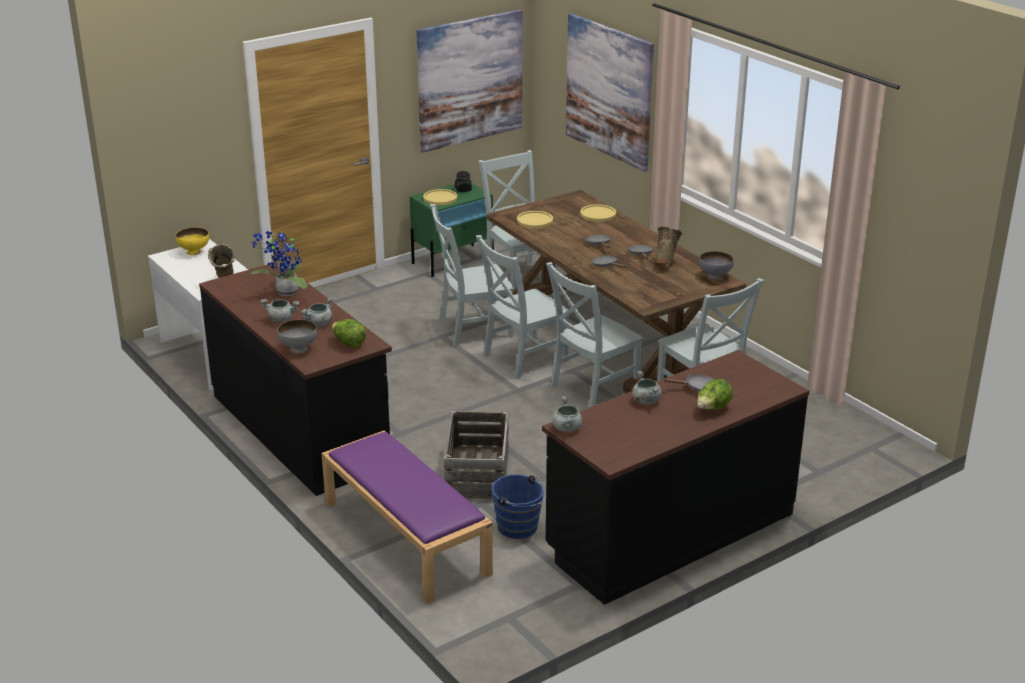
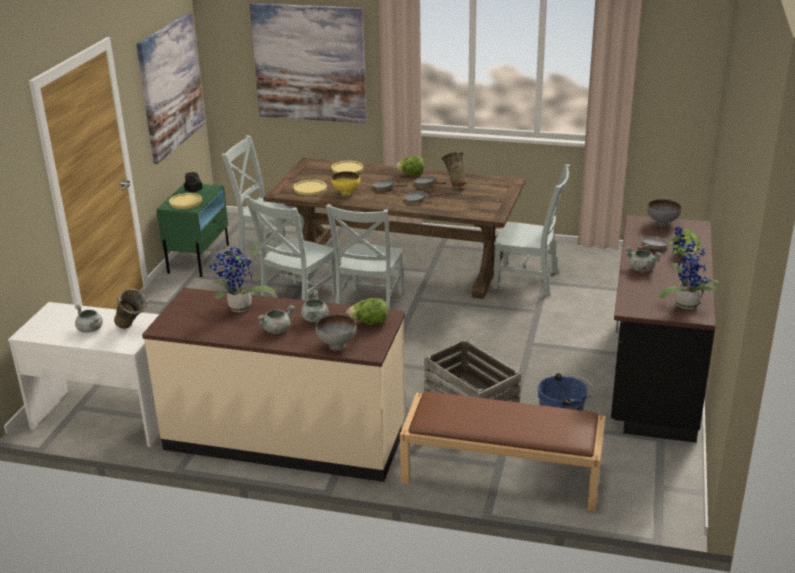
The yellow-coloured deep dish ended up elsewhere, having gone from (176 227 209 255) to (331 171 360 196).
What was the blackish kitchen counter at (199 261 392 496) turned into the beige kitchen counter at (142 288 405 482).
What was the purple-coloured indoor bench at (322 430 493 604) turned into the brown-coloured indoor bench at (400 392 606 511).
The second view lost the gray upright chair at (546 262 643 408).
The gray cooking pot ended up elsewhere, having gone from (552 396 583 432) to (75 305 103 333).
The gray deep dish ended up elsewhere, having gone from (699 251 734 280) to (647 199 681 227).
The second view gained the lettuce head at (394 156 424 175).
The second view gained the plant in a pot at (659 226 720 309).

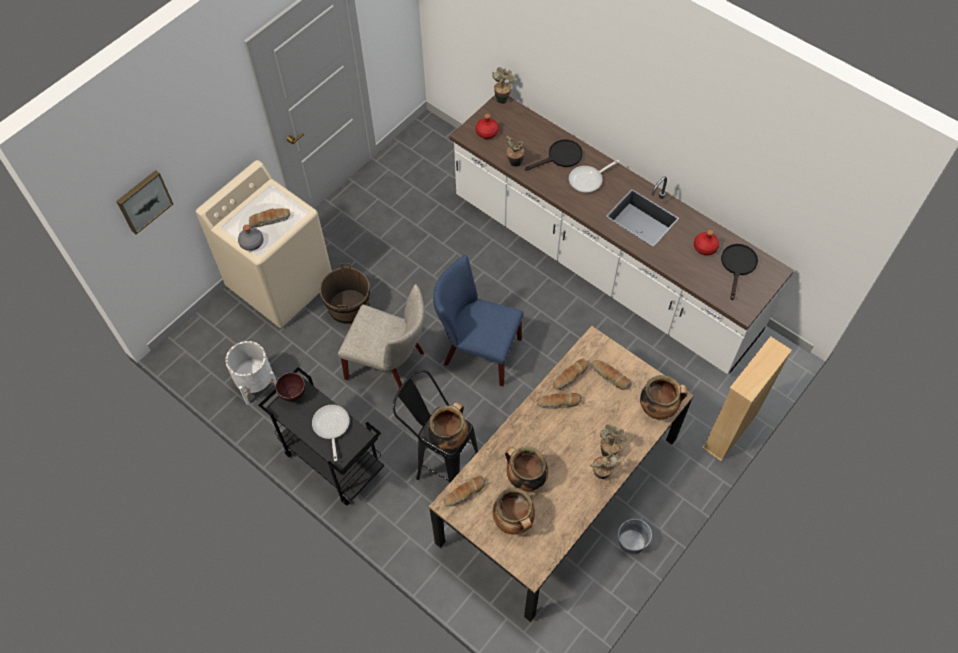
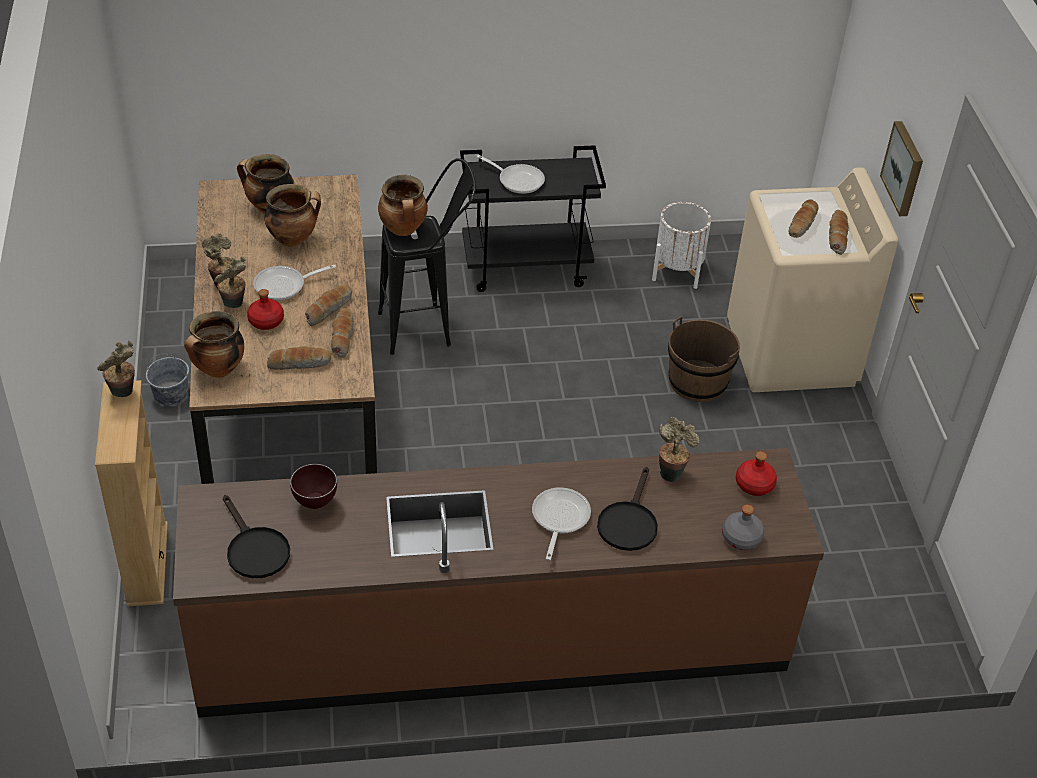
The picture ended up elsewhere, having gone from (116 170 173 234) to (880 121 923 216).
The gray bottle ended up elsewhere, having gone from (238 225 264 251) to (722 504 765 550).
The brown-coloured deep dish ended up elsewhere, having gone from (275 372 305 401) to (290 464 337 509).
The second view lost the beige upright chair at (338 284 425 388).
The second view lost the blue-coloured upright chair at (433 255 524 386).
The bread ended up elsewhere, having gone from (443 476 485 507) to (829 210 849 255).
What was the whitish kitchen counter at (450 95 794 374) turned into the brown-coloured kitchen counter at (173 448 824 718).
The plant in a pot ended up elsewhere, having gone from (492 67 515 104) to (97 340 135 397).
The red bottle ended up elsewhere, having gone from (694 229 719 255) to (247 289 284 330).
The second view gained the skillet at (253 265 336 301).

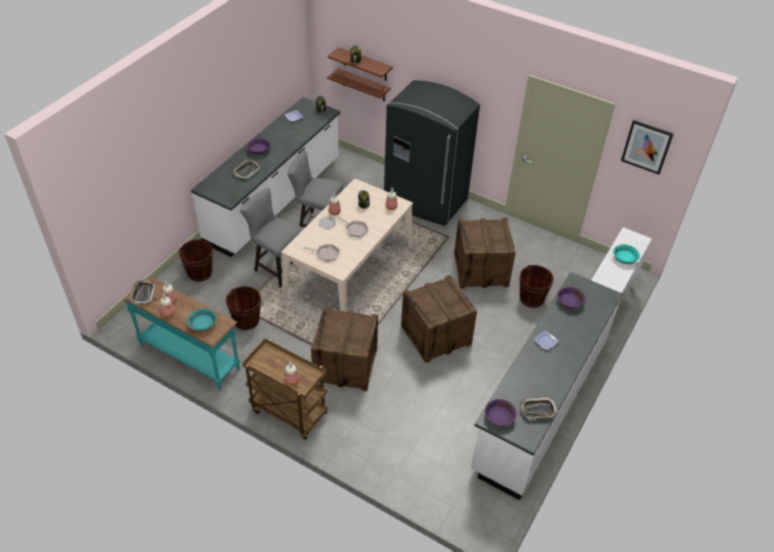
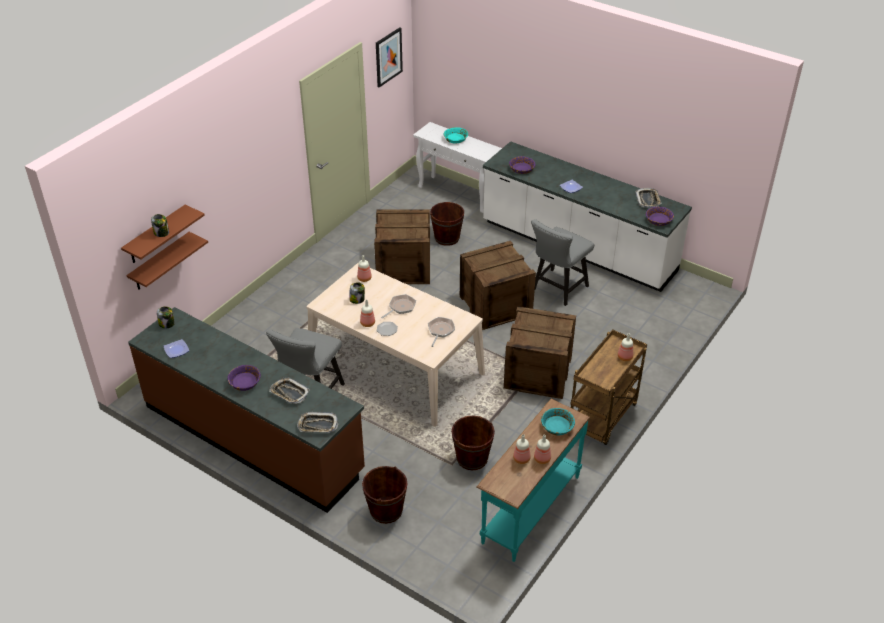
The serving tray ended up elsewhere, having gone from (129 280 156 305) to (297 412 339 433).
What was the whitish kitchen counter at (191 97 340 257) turned into the brown-coloured kitchen counter at (128 307 365 513).
The gray upright chair ended up elsewhere, having gone from (240 187 304 287) to (531 219 594 306).
The second view lost the gray fridge at (384 81 480 226).

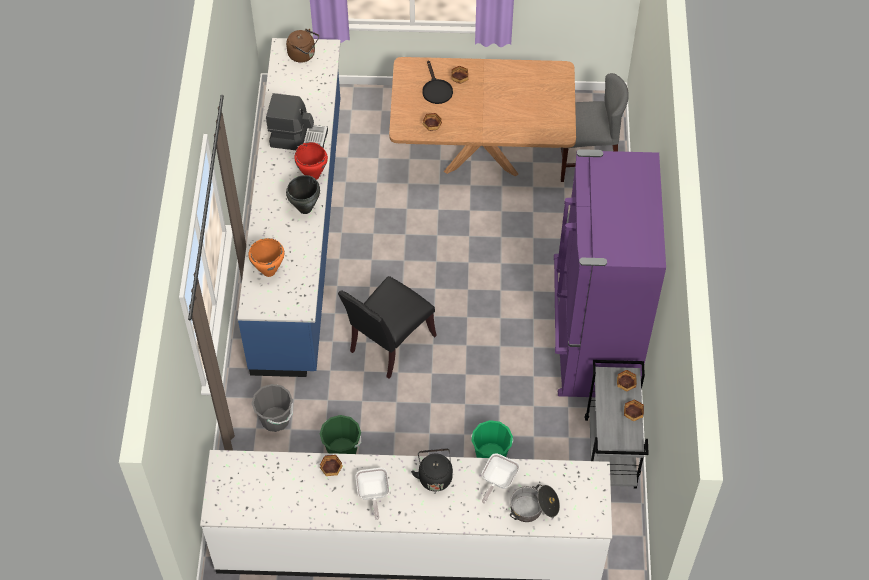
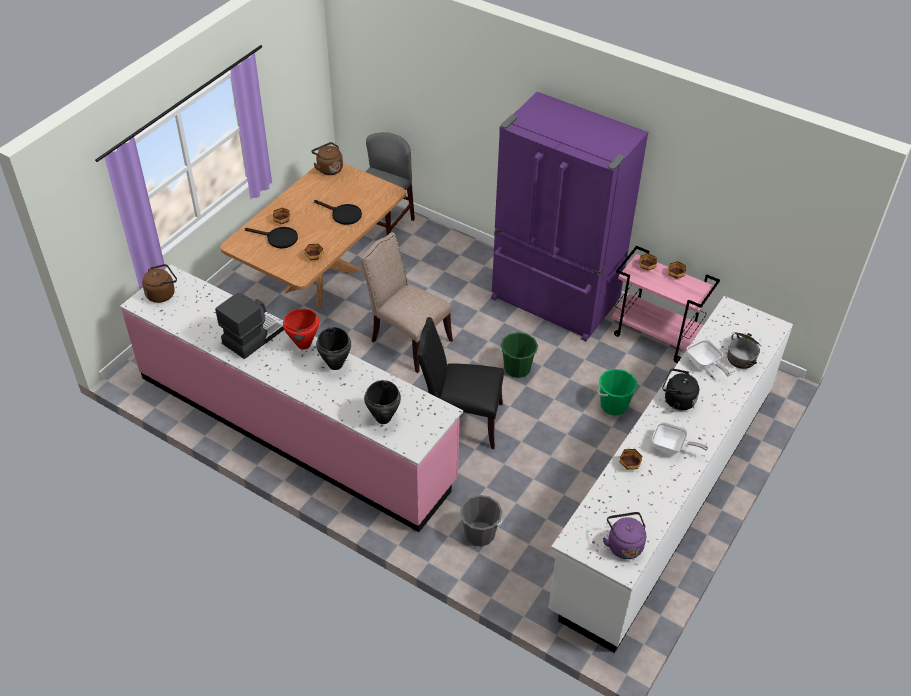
What was the blue-coloured kitchen counter at (237 38 341 377) turned into the pink-coloured kitchen counter at (120 265 463 532).
What was the orange cooking pot at (248 238 285 277) turned into the blackish cooking pot at (364 380 401 424).
The greenish water bucket ended up elsewhere, having gone from (320 415 361 454) to (500 332 538 378).
The blackish upright chair at (338 276 437 379) ended up facing another way, 120 degrees clockwise from before.
What was the gray trolley at (585 360 649 489) turned into the pink-coloured trolley at (612 246 720 363).
The second view gained the brown-coloured kettle at (311 142 343 175).
The second view gained the blackish skillet at (314 200 362 225).
The second view gained the beige upright chair at (360 232 453 373).
The second view gained the purple-coloured kettle at (603 512 646 559).

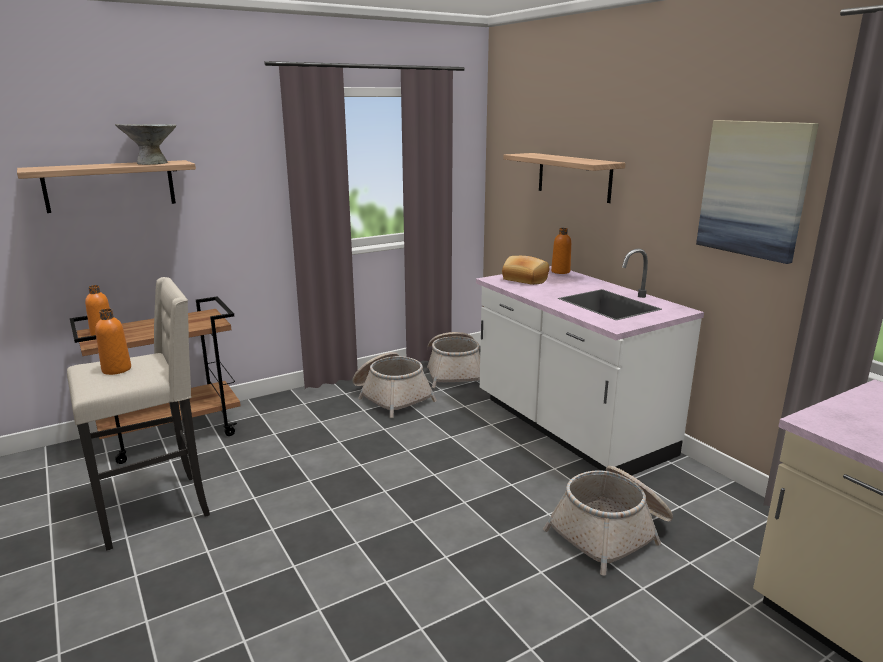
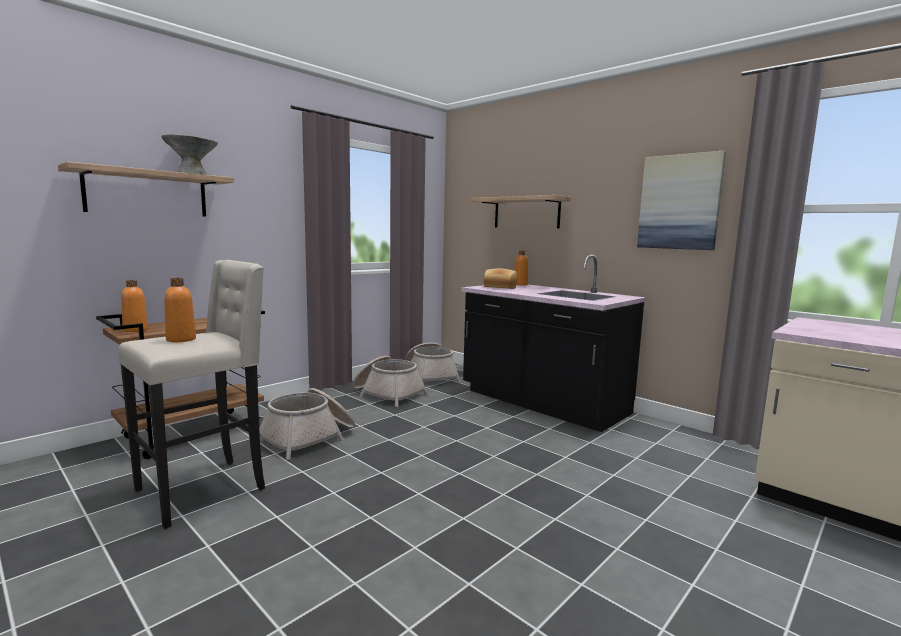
What was the whitish kitchen counter at (476 248 704 475) turned into the blackish kitchen counter at (462 255 646 432).
The basket ended up elsewhere, having gone from (543 466 673 576) to (259 388 355 460).

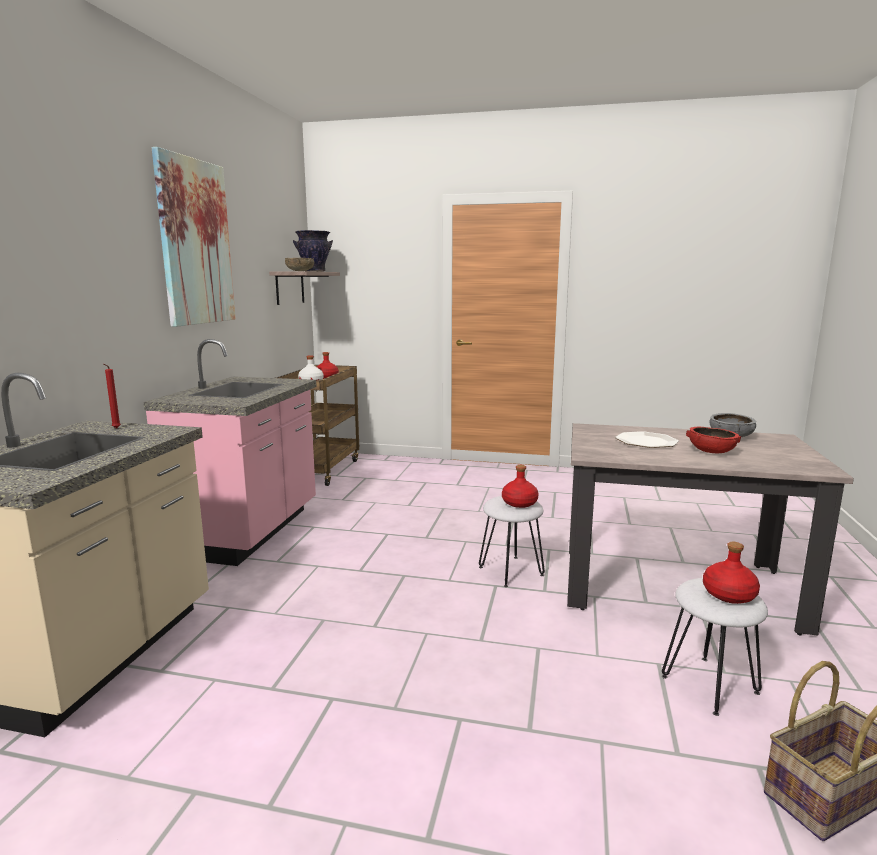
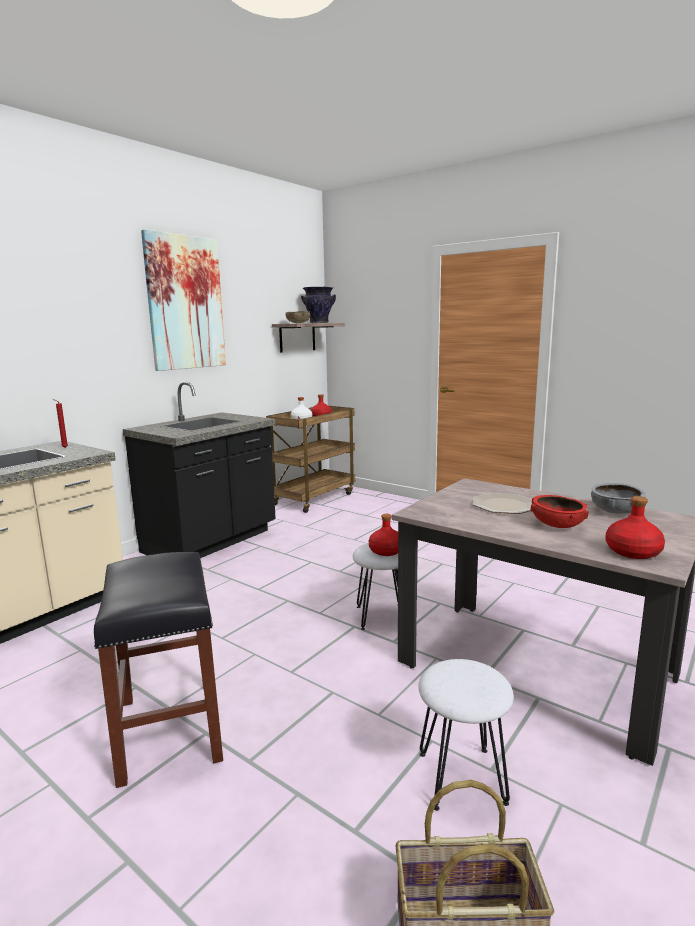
What was the pink-coloured kitchen counter at (144 339 317 566) turned into the blackish kitchen counter at (123 381 276 558).
The red bottle ended up elsewhere, having gone from (703 542 760 604) to (605 496 665 559).
The second view gained the blackish sitting stool at (94 552 223 788).

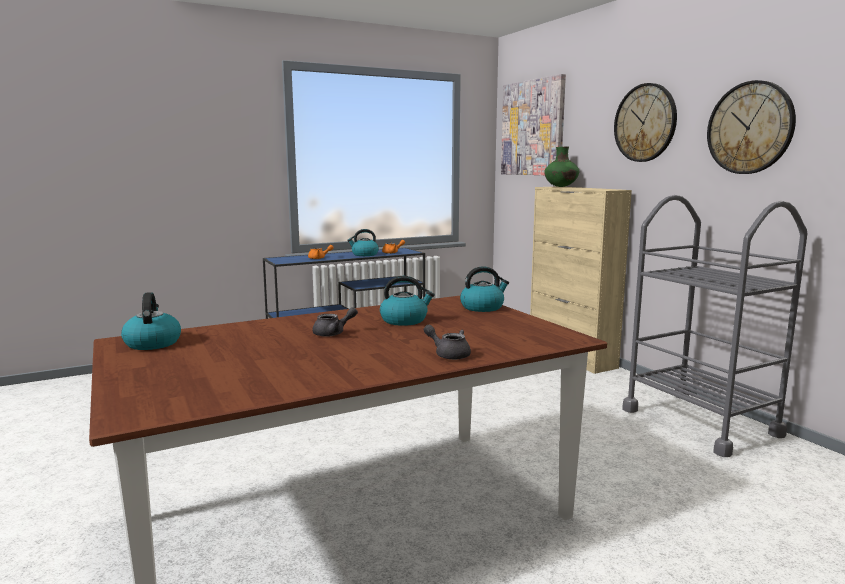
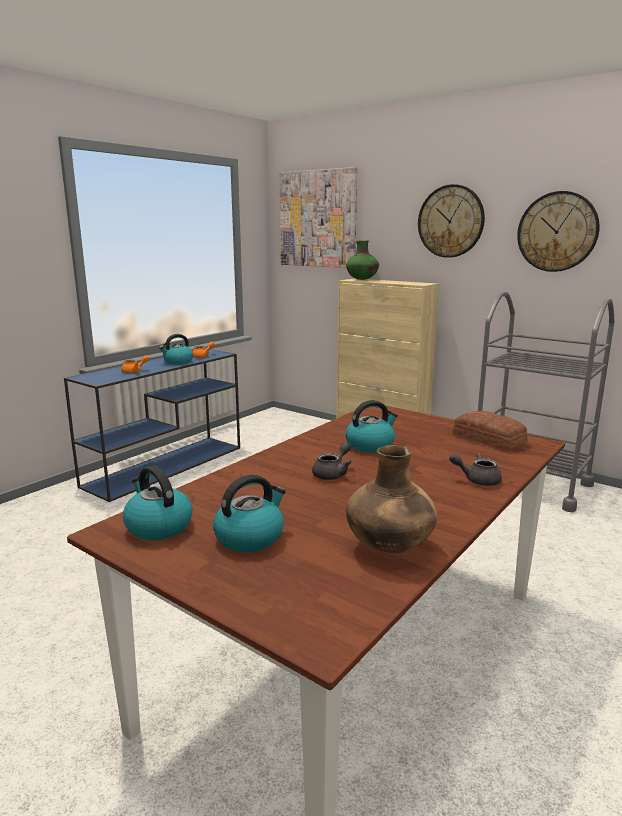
The kettle ended up elsewhere, having gone from (460 266 509 312) to (213 475 286 552).
The second view gained the brown-coloured decorative vase at (346 445 437 554).
The second view gained the bread at (453 411 527 451).

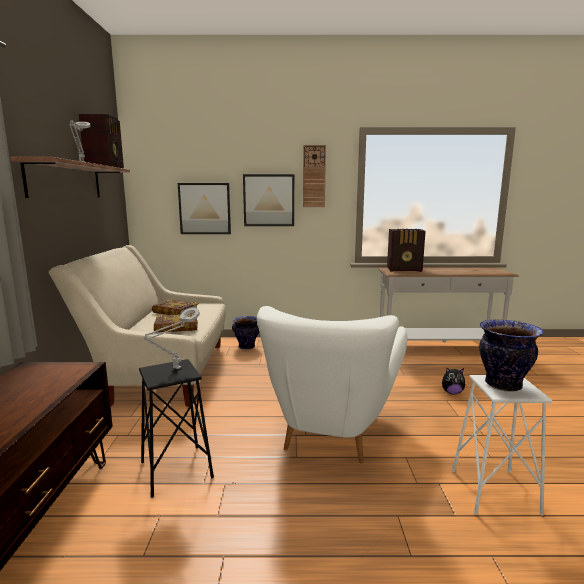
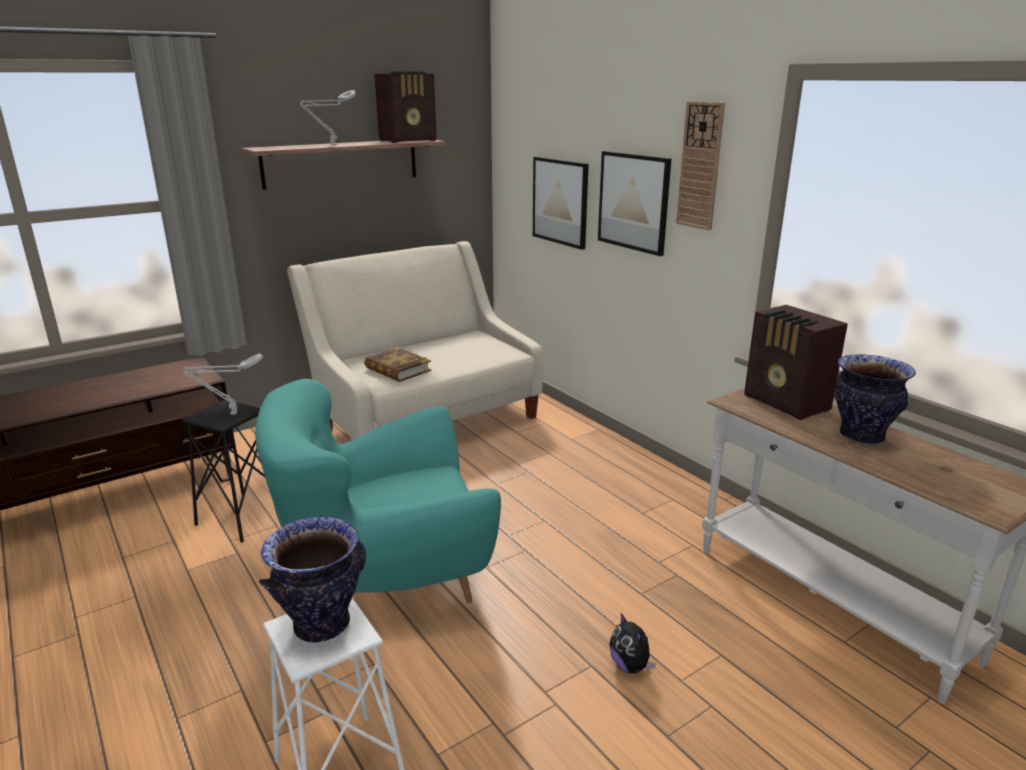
The second view lost the volume at (152 299 199 315).
The decorative vase ended up elsewhere, having gone from (232 316 260 350) to (835 355 916 444).
What was the whitish armchair at (257 306 407 464) turned into the turquoise armchair at (255 379 501 603).

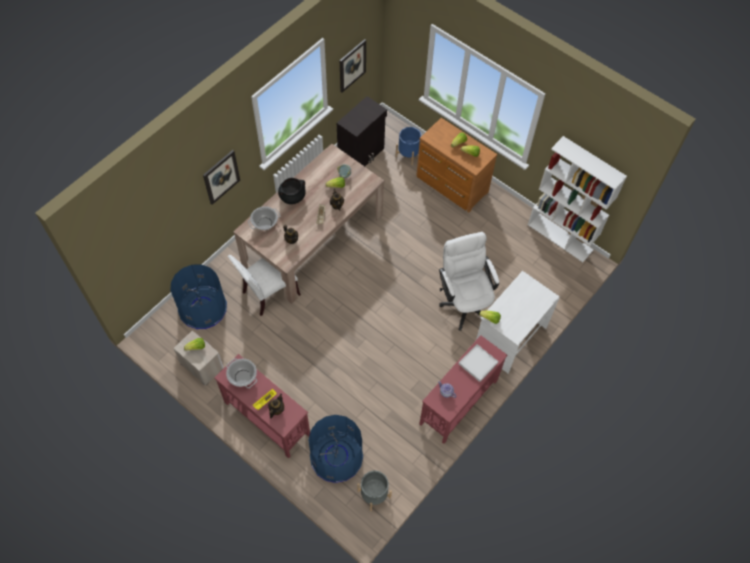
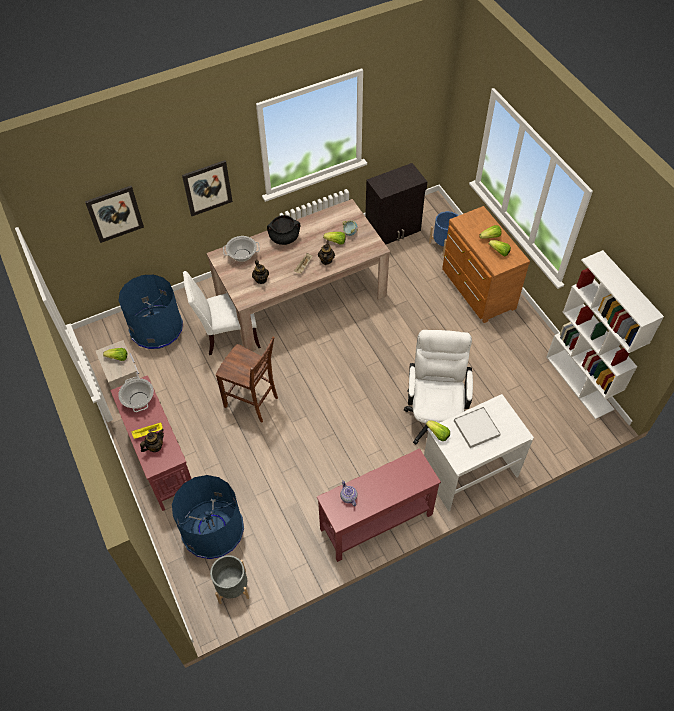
The picture ended up elsewhere, having gone from (340 39 366 93) to (85 186 144 243).
The whitish serving tray ended up elsewhere, having gone from (459 344 498 382) to (454 407 501 448).
The second view gained the brown-coloured upright chair at (216 336 278 423).

